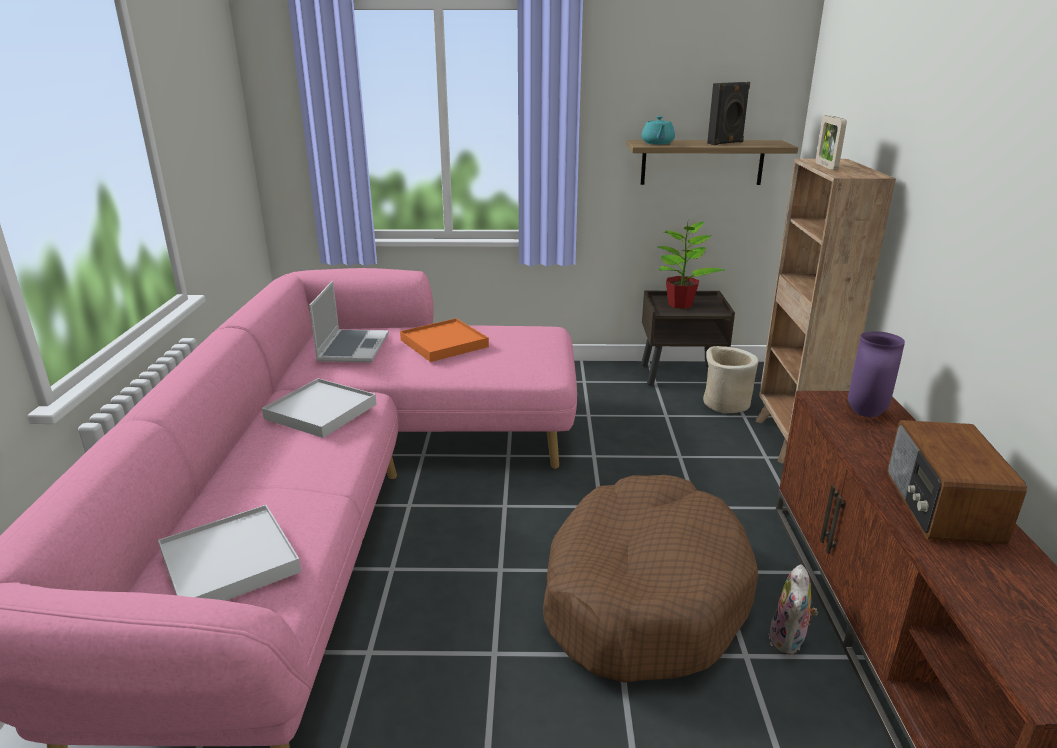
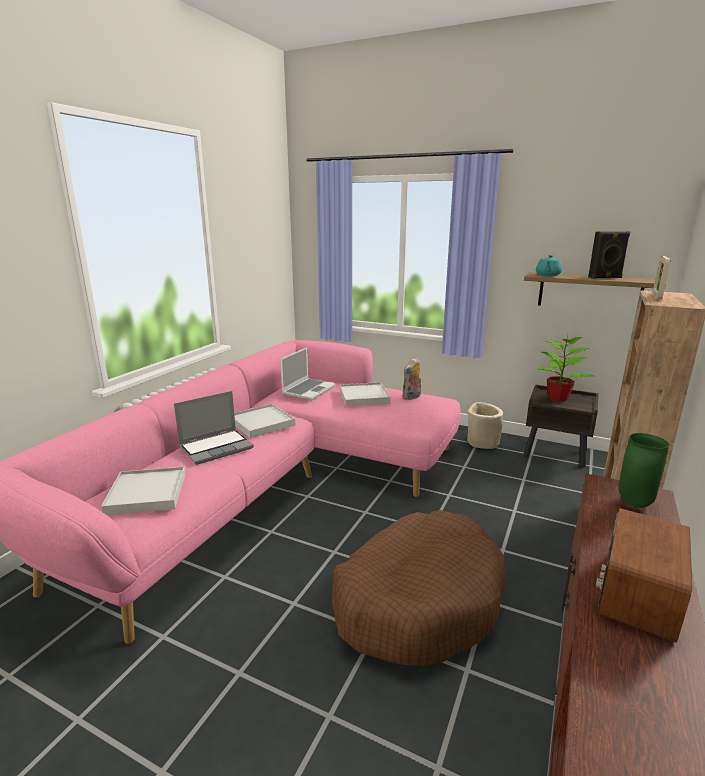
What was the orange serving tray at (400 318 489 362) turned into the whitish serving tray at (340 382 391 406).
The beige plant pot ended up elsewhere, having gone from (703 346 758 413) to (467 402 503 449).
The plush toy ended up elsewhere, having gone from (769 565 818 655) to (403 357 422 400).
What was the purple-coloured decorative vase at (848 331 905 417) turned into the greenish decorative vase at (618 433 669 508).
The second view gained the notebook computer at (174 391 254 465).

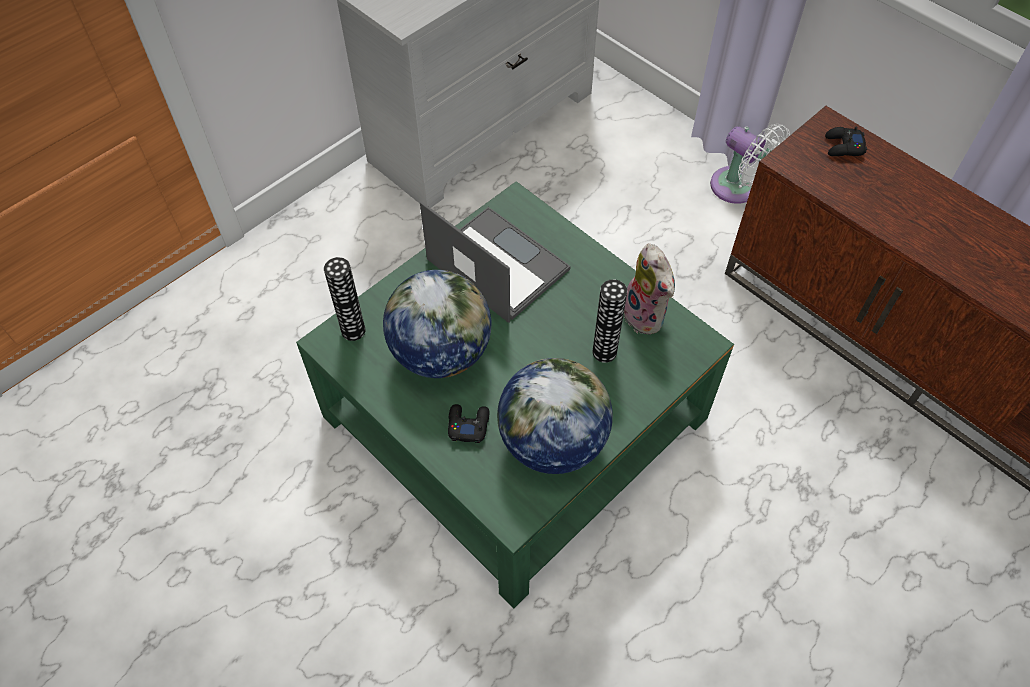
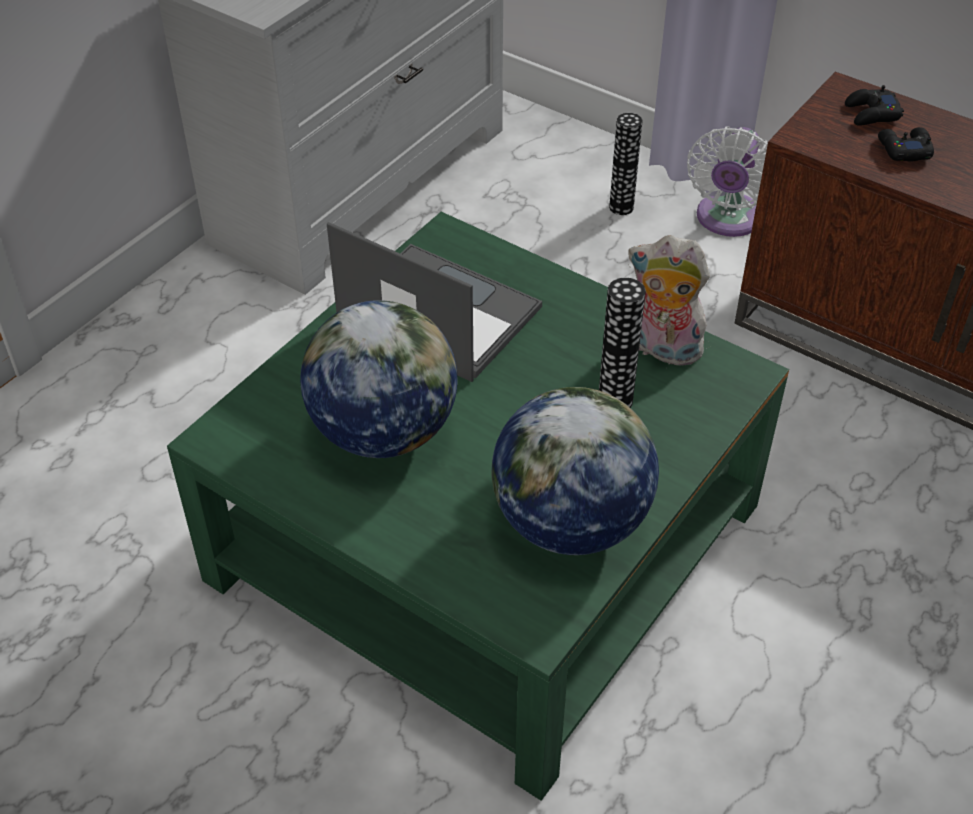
The decorative vase ended up elsewhere, having gone from (324 257 366 341) to (609 113 643 215).
The blackish gamepad ended up elsewhere, having gone from (448 404 490 443) to (878 127 934 162).
The plush toy at (624 243 675 334) ended up facing another way, 150 degrees clockwise from before.
The whitish electric fan at (710 124 790 204) ended up facing another way, 75 degrees clockwise from before.

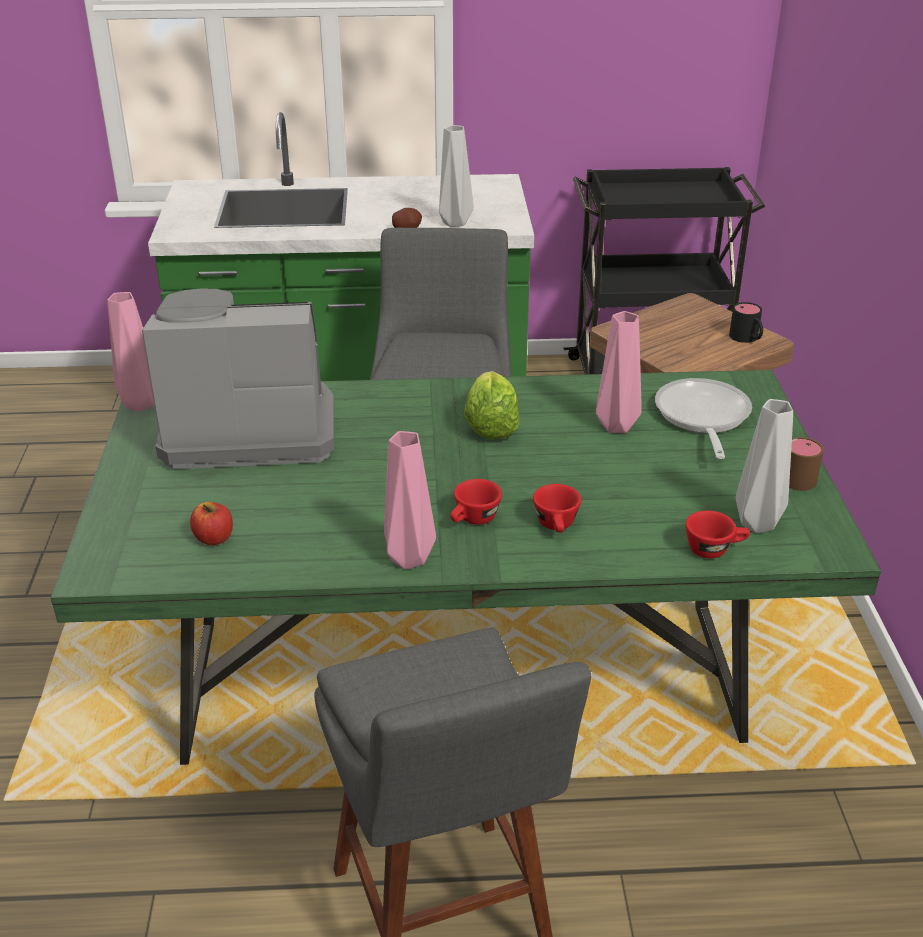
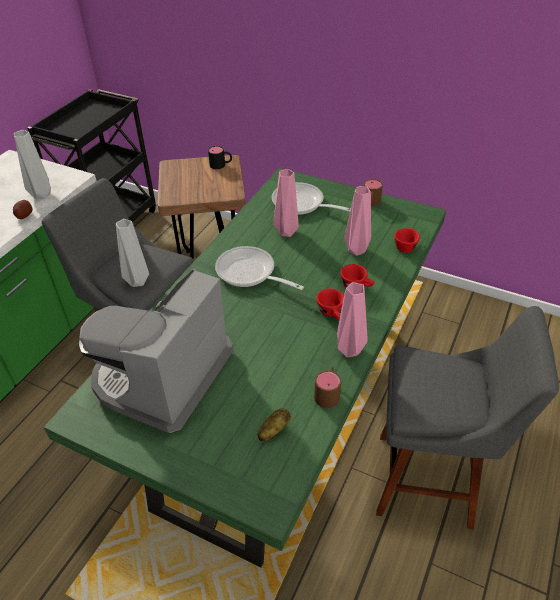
The pink-coloured decorative vase ended up elsewhere, having gone from (107 292 154 412) to (344 186 371 256).
Where the apple stood at (190 502 233 545), the spud came to stand at (258 408 291 441).
Where the lettuce head stood at (464 371 519 439), the skillet came to stand at (215 246 304 290).
The gray decorative vase ended up elsewhere, having gone from (736 399 793 533) to (116 219 149 287).
The second view gained the brown-coloured mug at (314 367 341 408).

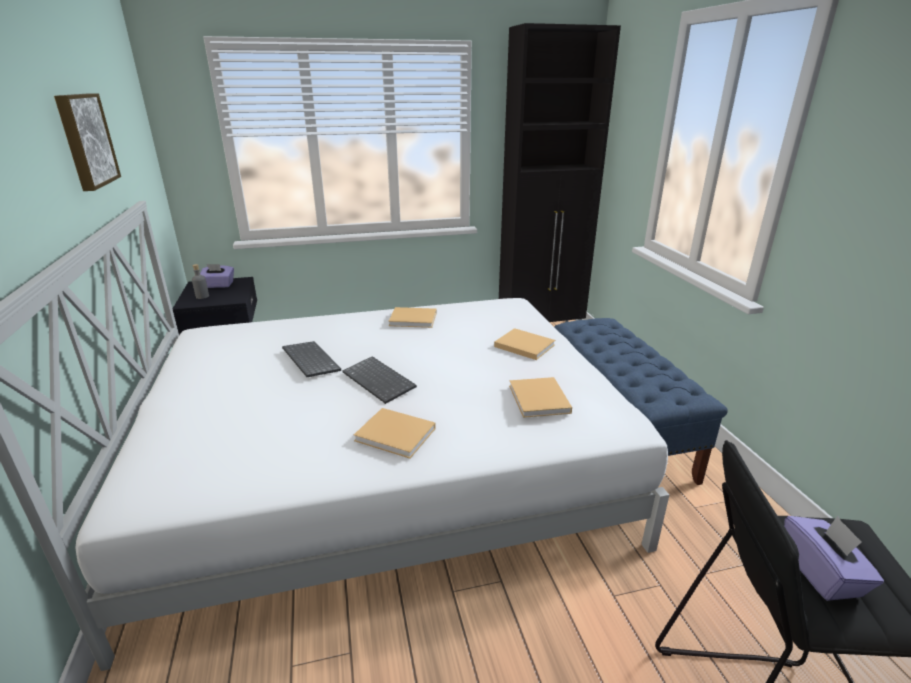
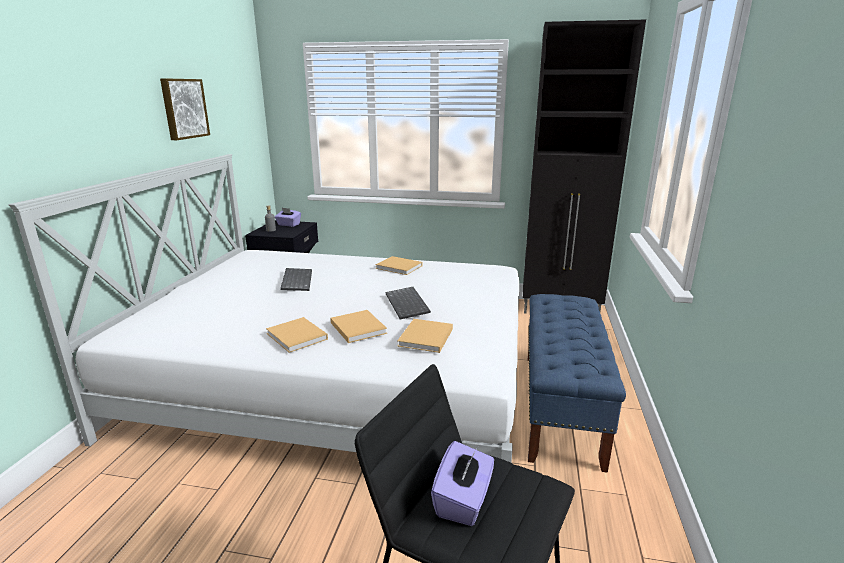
The computer keyboard ended up elsewhere, having gone from (342 356 417 404) to (385 287 431 320).
The beige volume ended up elsewhere, having gone from (494 328 555 360) to (331 310 387 343).

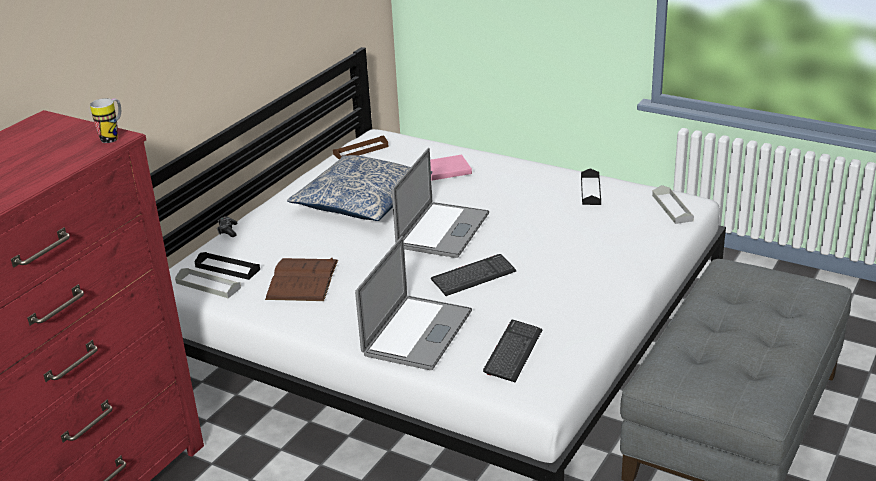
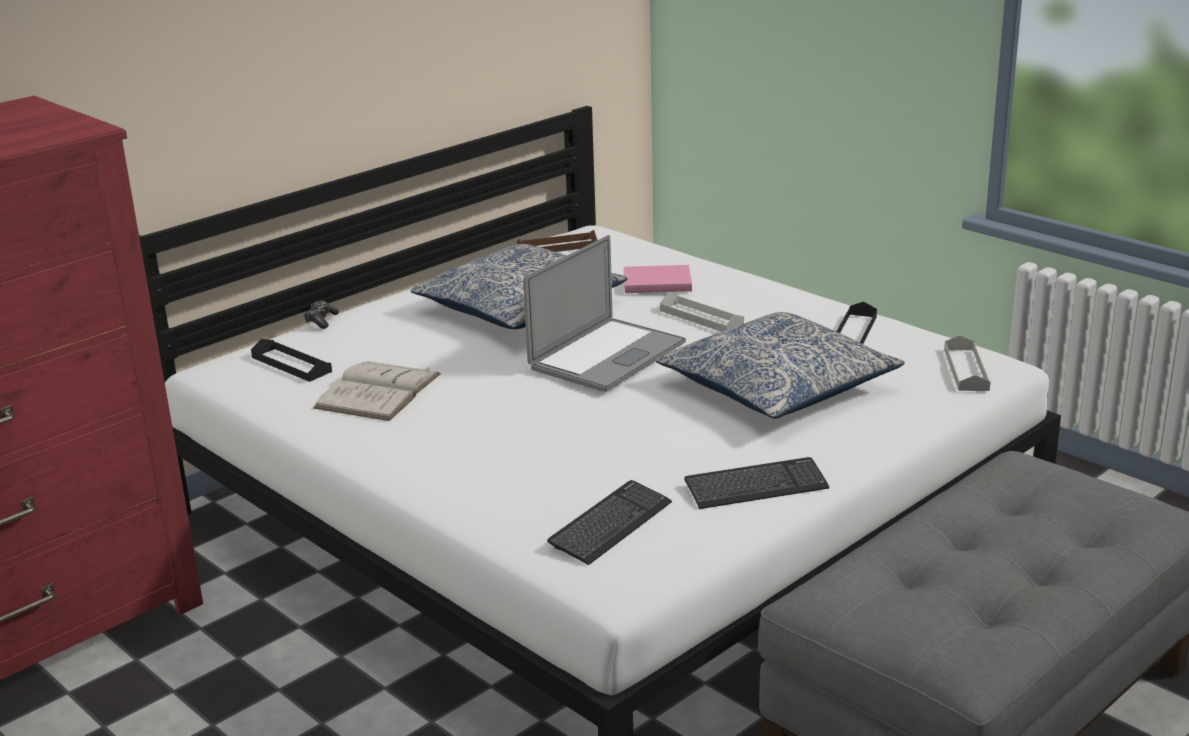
The second view lost the mug at (90 98 121 143).
The gray serving tray ended up elsewhere, having gone from (175 268 241 298) to (660 293 744 332).
What was the brown-coloured volume at (265 258 338 301) turned into the whitish volume at (314 361 441 421).
The second view lost the notebook computer at (355 236 472 370).
The computer keyboard ended up elsewhere, having gone from (431 254 516 296) to (685 457 829 509).
The second view gained the throw pillow at (655 312 905 419).

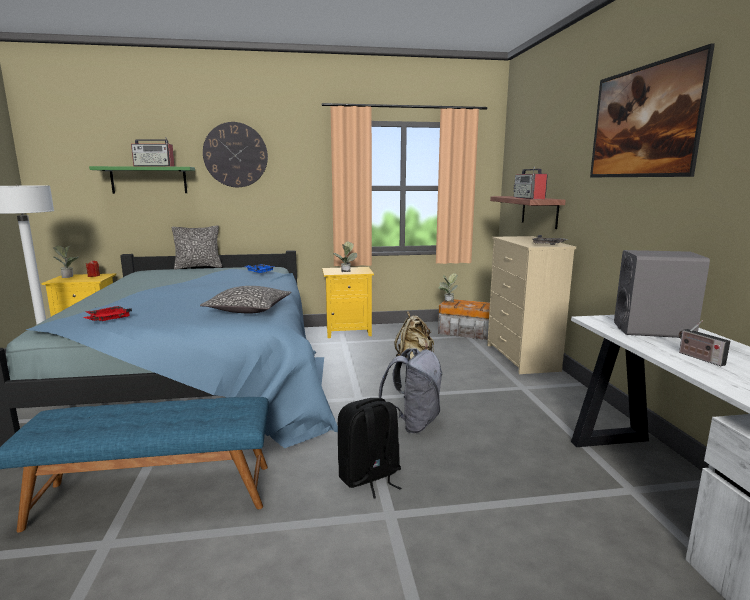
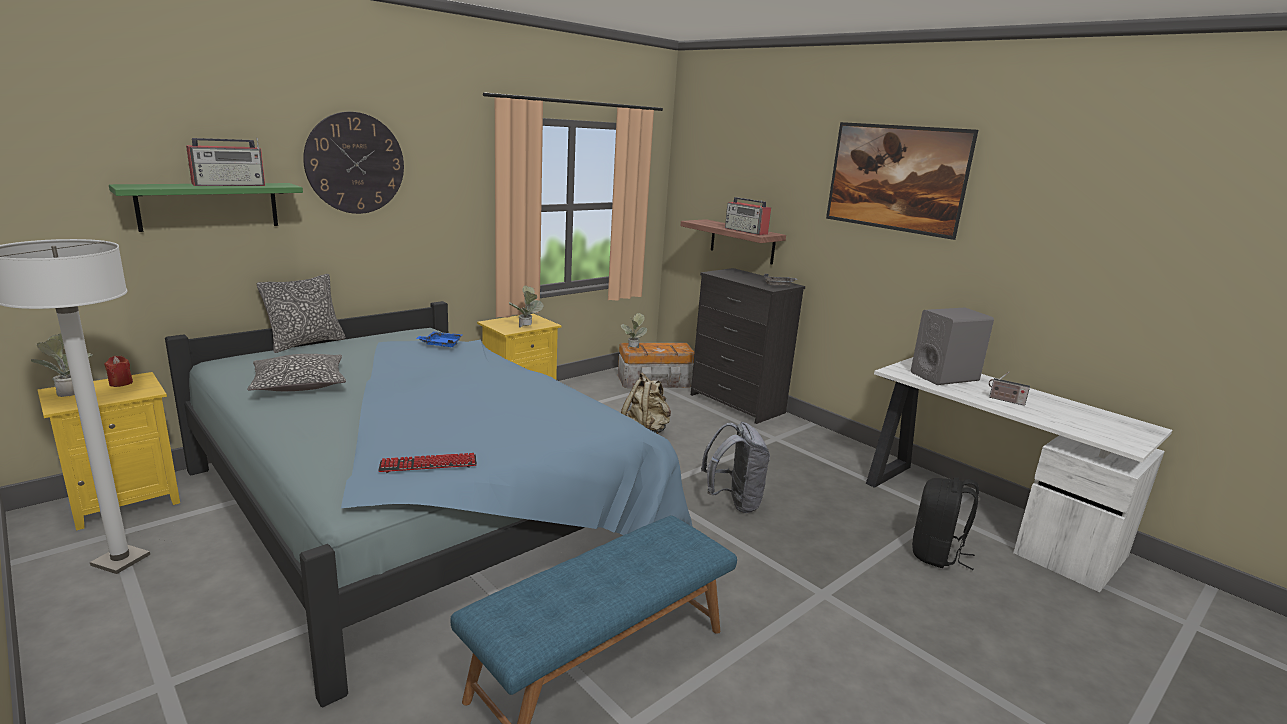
Where the red serving tray stood at (83 306 132 321), the computer keyboard came to stand at (378 453 477 473).
The throw pillow ended up elsewhere, having gone from (200 286 291 314) to (247 354 346 391).
The blackish knapsack ended up elsewhere, having gone from (338 398 401 499) to (912 477 979 570).
What was the beige dresser at (487 236 576 374) turned into the blackish dresser at (691 268 805 424).

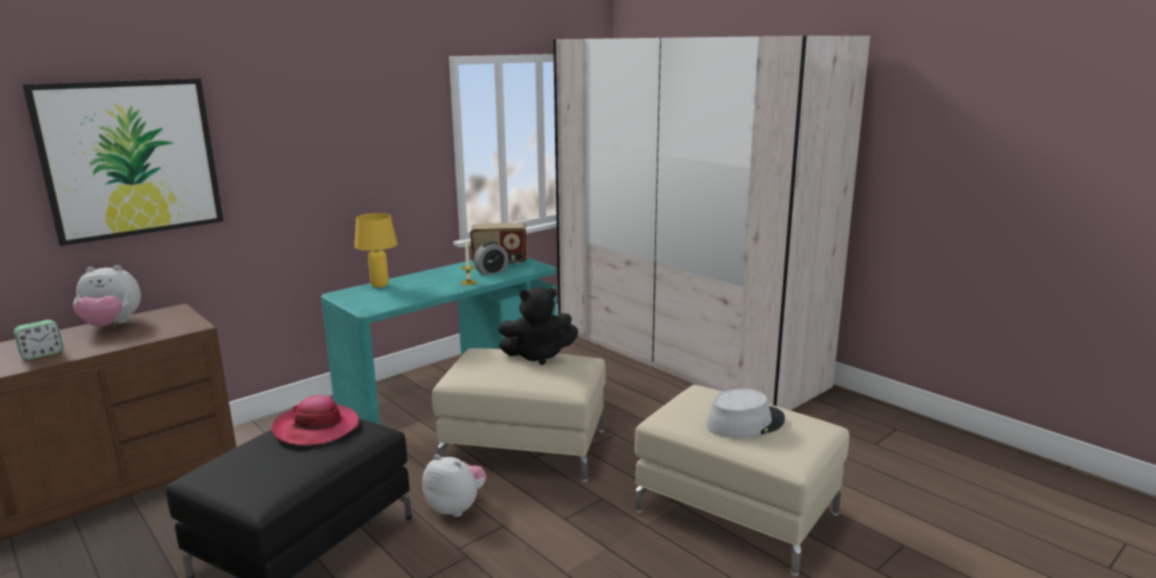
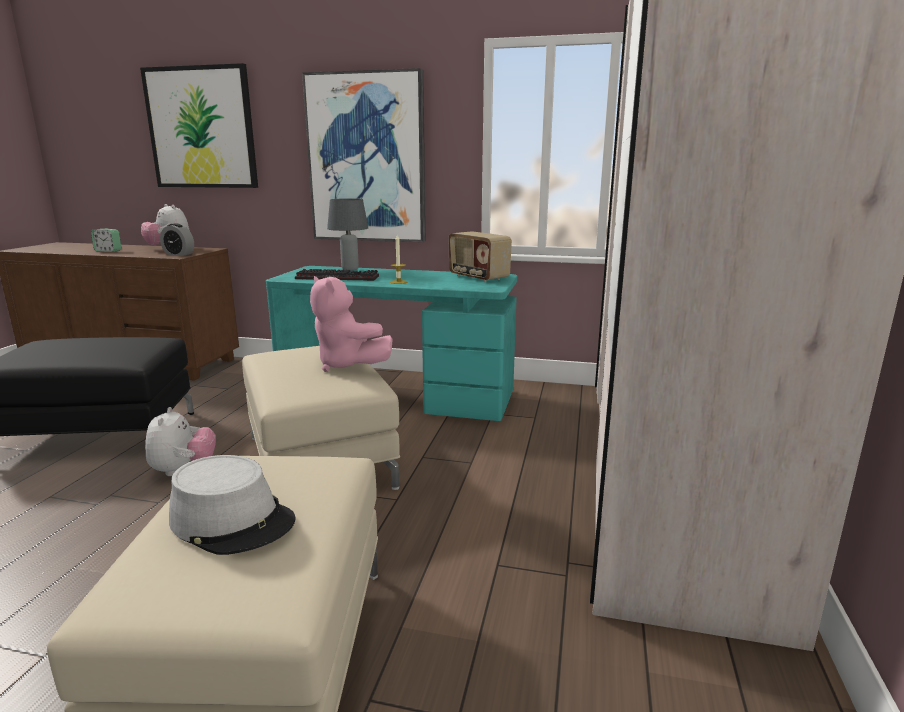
The second view lost the wearable hat at (272 395 359 446).
What was the yellow-coloured tabletop lamp at (354 213 398 288) turned into the gray tabletop lamp at (327 198 368 271).
The alarm clock ended up elsewhere, having gone from (474 242 508 275) to (160 223 194 256).
What was the blackish plush toy at (499 287 578 365) turned into the pink-coloured plush toy at (310 276 392 372).
The second view gained the computer keyboard at (295 269 379 281).
The second view gained the picture at (302 68 426 242).

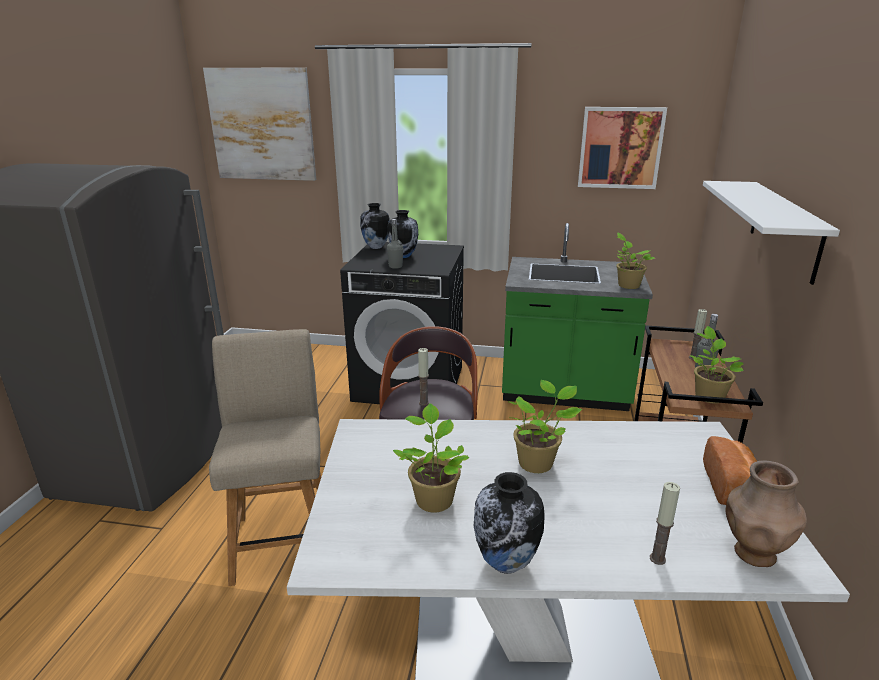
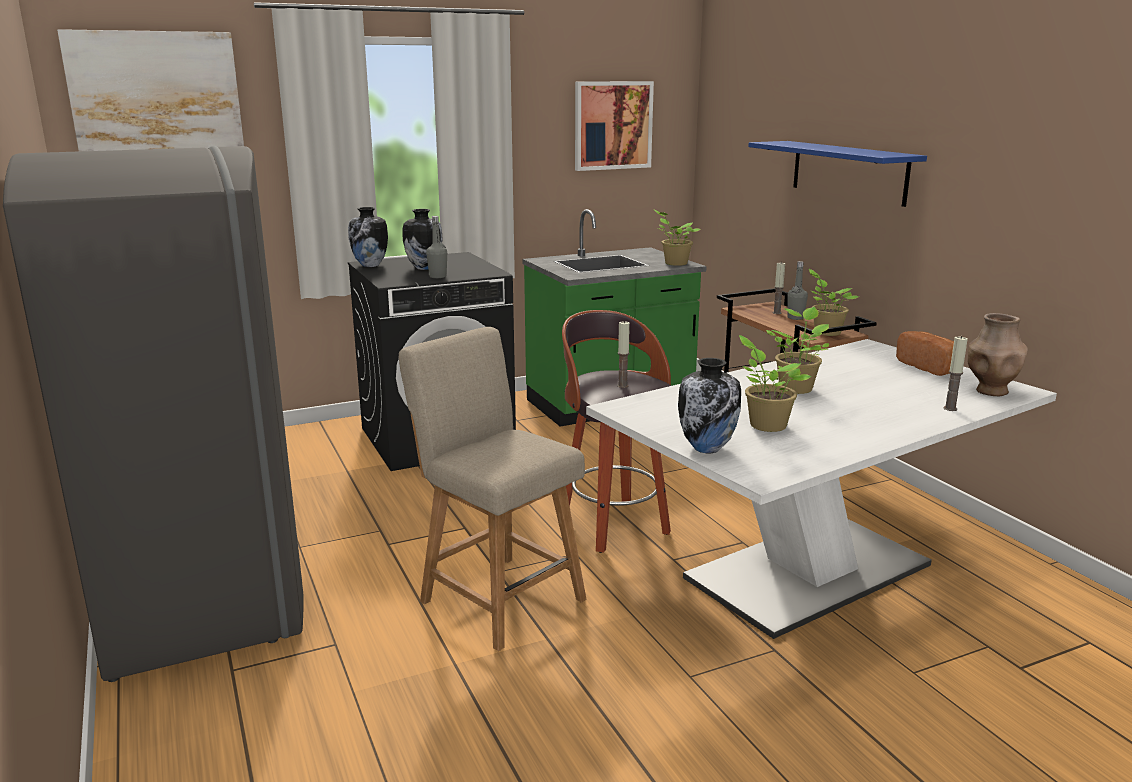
The decorative vase ended up elsewhere, having gone from (474 472 545 574) to (678 358 741 453).
What was the whitish wall shelf at (703 181 840 285) turned into the blue-coloured wall shelf at (748 141 927 207).

